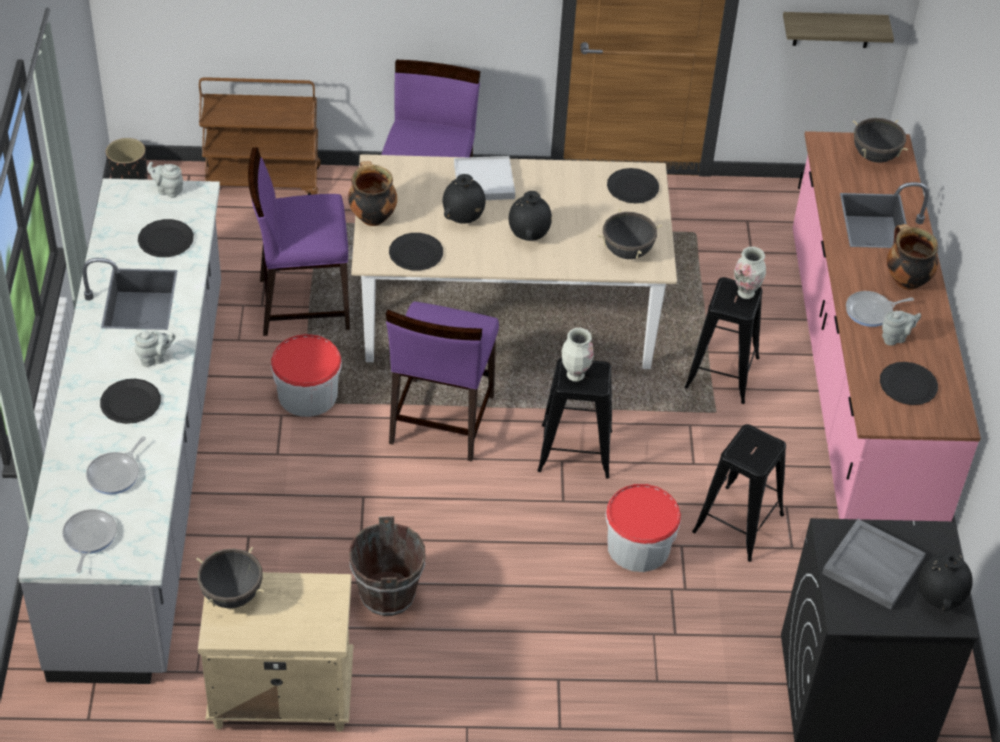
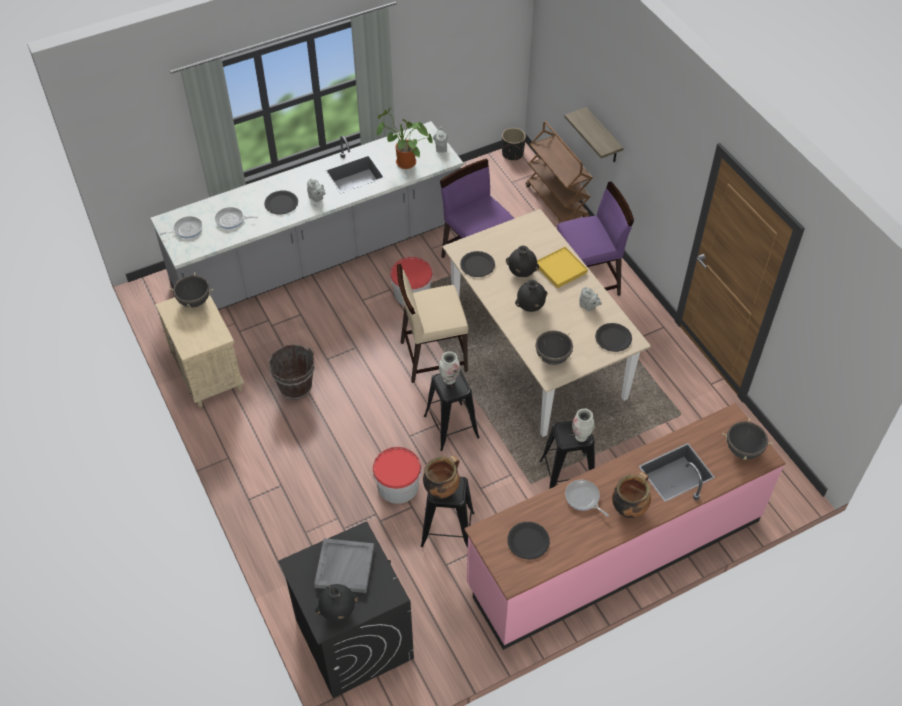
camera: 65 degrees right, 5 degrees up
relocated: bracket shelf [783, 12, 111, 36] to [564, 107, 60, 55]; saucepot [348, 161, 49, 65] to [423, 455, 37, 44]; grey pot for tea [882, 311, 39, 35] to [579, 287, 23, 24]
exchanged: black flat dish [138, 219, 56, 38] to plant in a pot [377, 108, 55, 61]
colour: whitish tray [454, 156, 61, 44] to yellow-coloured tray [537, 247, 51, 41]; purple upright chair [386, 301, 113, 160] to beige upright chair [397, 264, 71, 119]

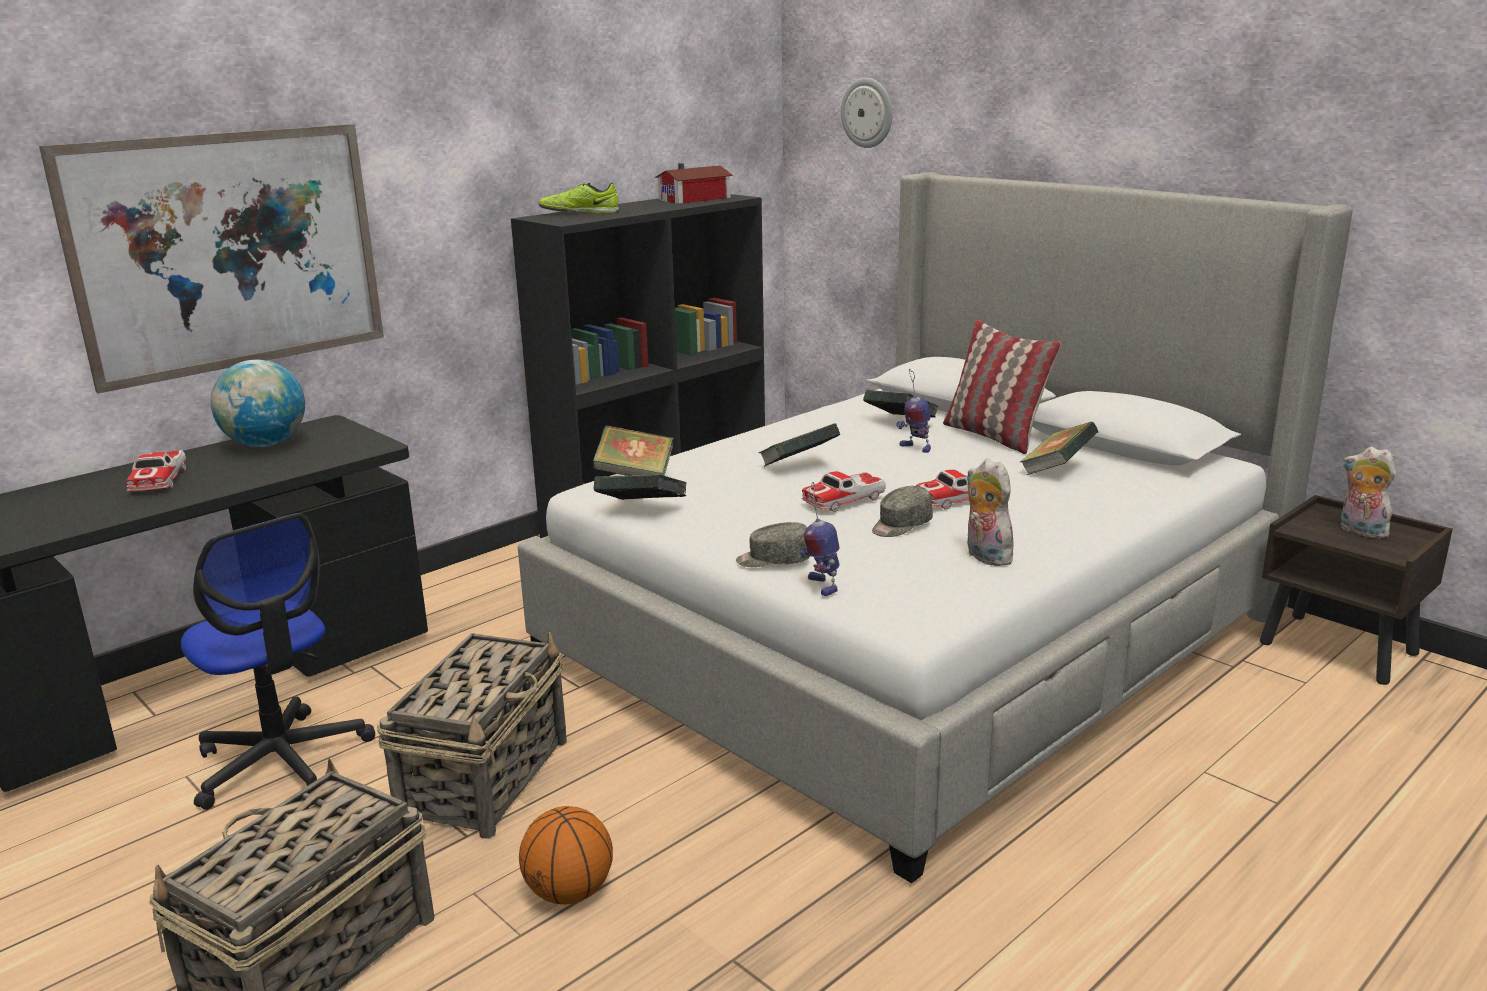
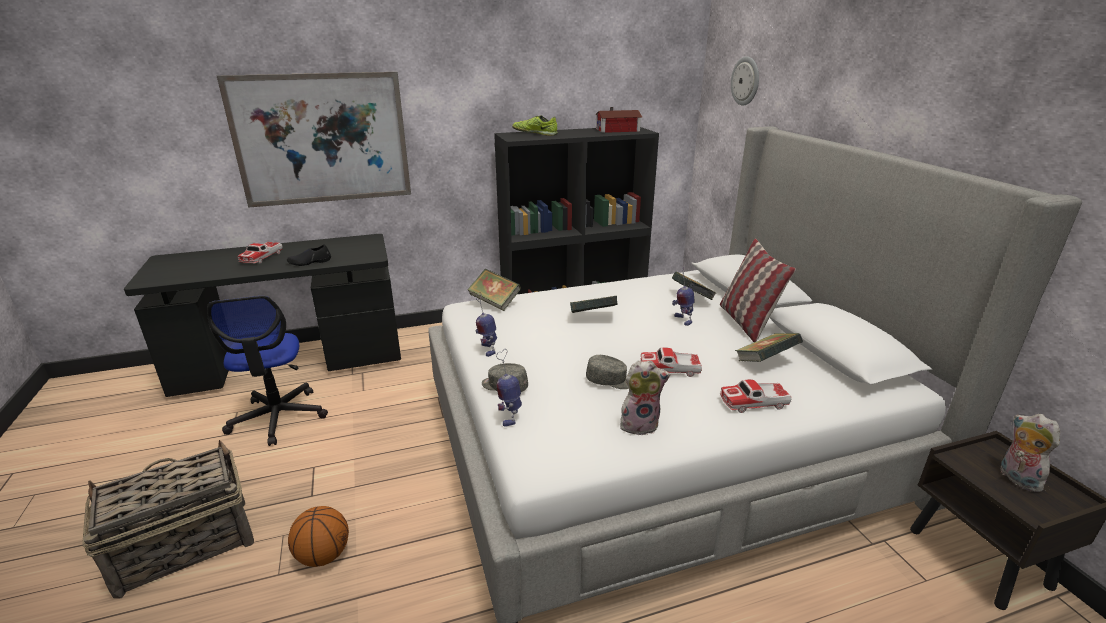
camera: 25 degrees right, 5 degrees up
missing: globe [211, 360, 94, 87]; bound book [594, 475, 93, 25]; storage basket [377, 632, 190, 207]
appeared: black low shoe [287, 244, 44, 22]; toy robot [476, 292, 21, 65]
relocated: toy car [802, 471, 84, 41] to [720, 379, 72, 34]
spun: soft toy [966, 458, 50, 108] = [620, 360, 50, 76] 90 degrees clockwise; grey cap [872, 486, 61, 51] = [586, 355, 43, 34] 150 degrees counterclockwise

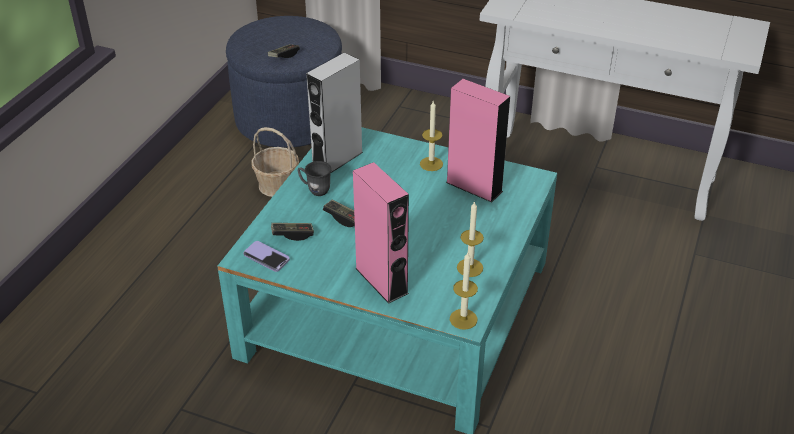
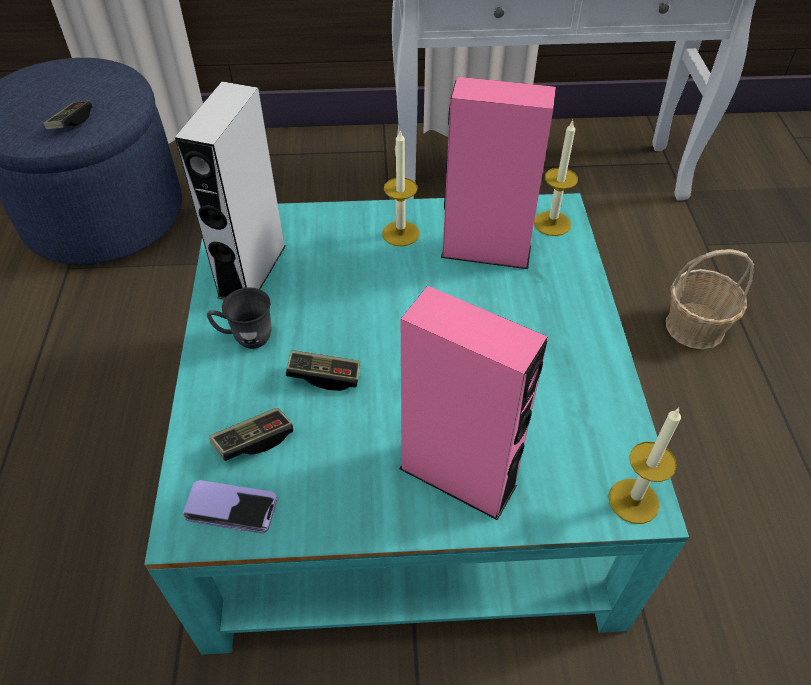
camera: 25 degrees left, 10 degrees up
relocated: storage basket [251, 127, 48, 70] to [666, 249, 88, 100]; wax light [457, 201, 27, 76] to [534, 120, 44, 116]

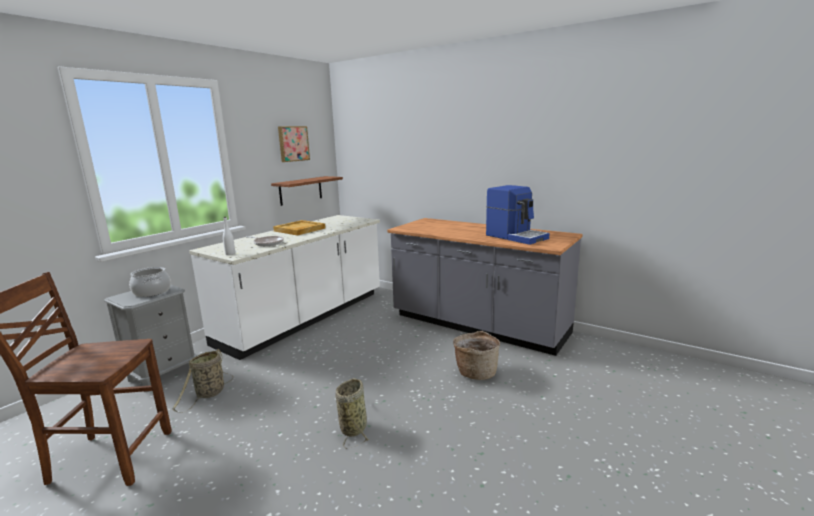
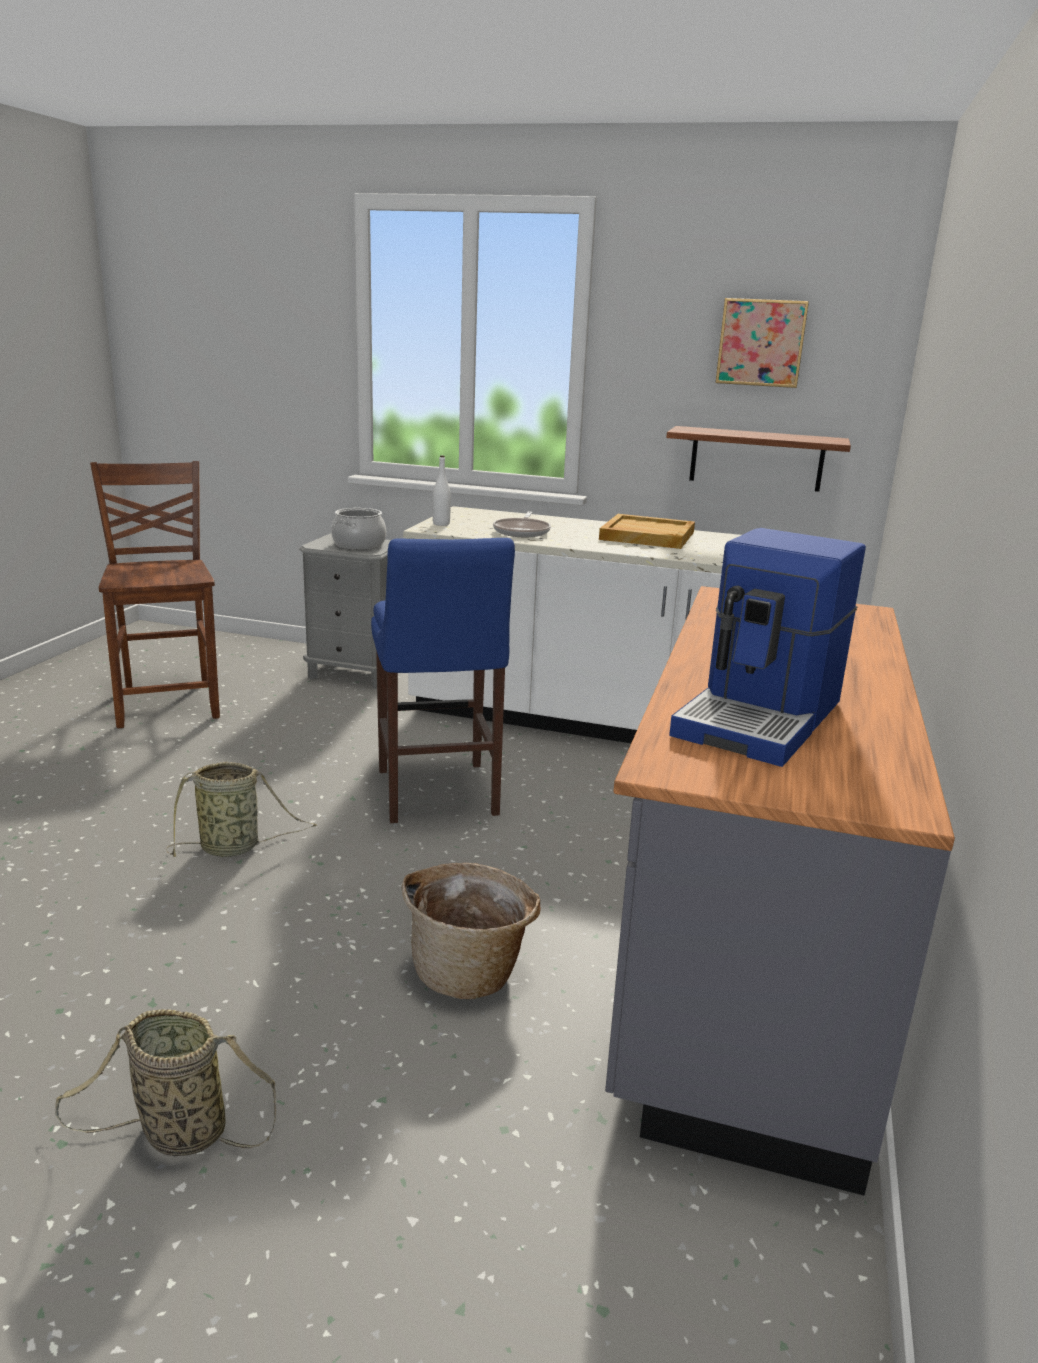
camera: 70 degrees right, 5 degrees up
appeared: blue-coloured stool seat [371, 538, 144, 285]
relocated: storage basket [172, 349, 61, 64] to [55, 1009, 221, 147]

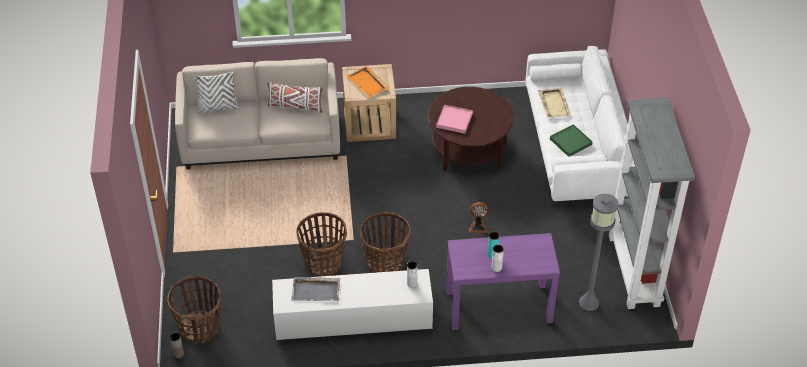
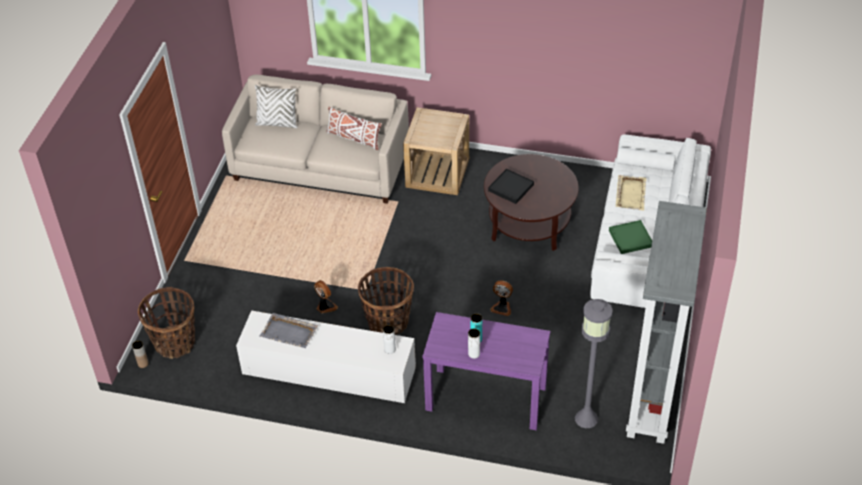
camera: 20 degrees right, 0 degrees up
missing: orange tray [346, 66, 44, 32]
exchanged: storage basket [297, 212, 50, 65] to cooling fan [314, 280, 24, 34]
colour: pink-coloured tray [436, 105, 37, 29] to black tray [488, 169, 46, 35]

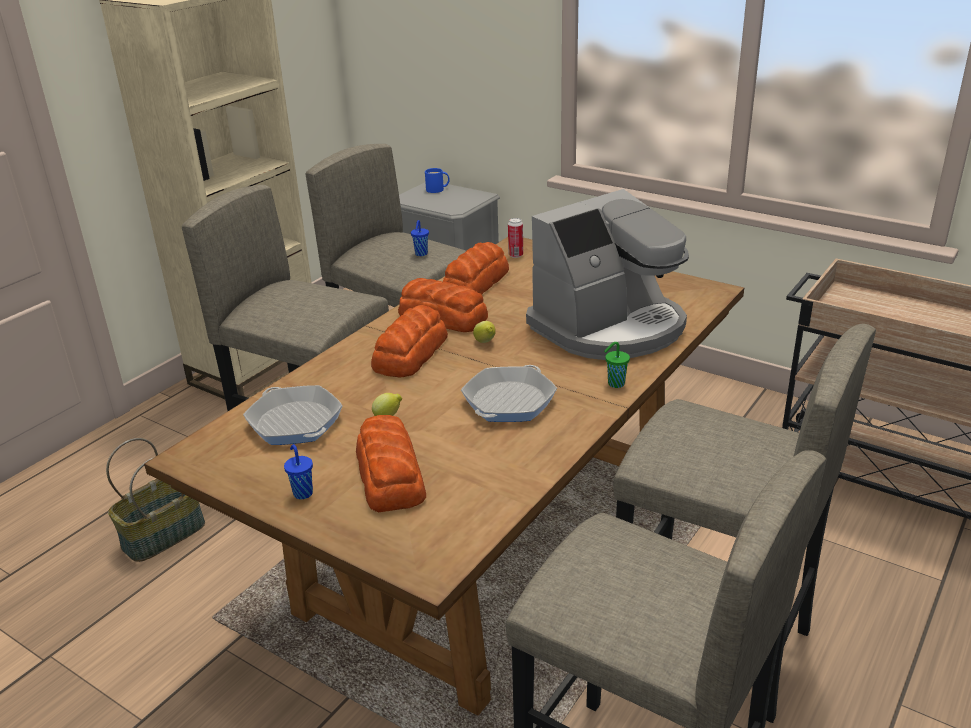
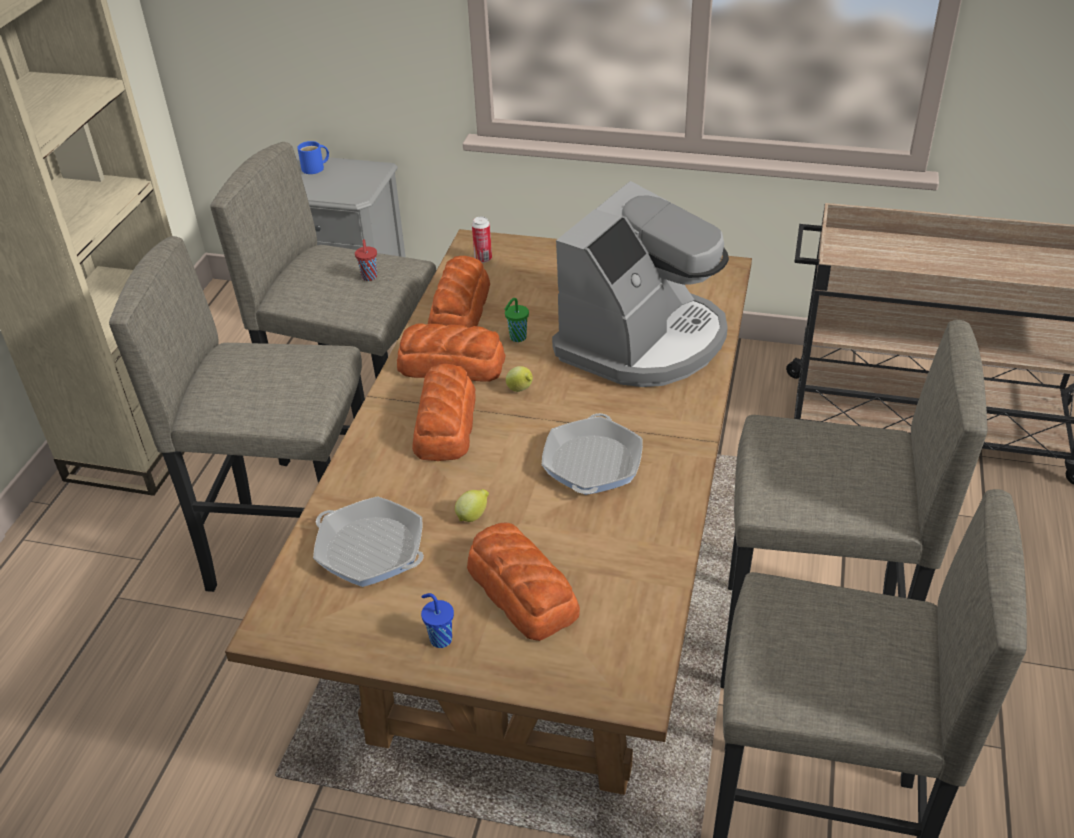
camera: 20 degrees left, 10 degrees up
missing: storage basket [106, 438, 99, 124]
relocated: greenish small cup [604, 342, 26, 46] to [504, 298, 25, 44]
colour: blue-coloured small cup [411, 220, 18, 36] to reddish small cup [355, 239, 22, 42]

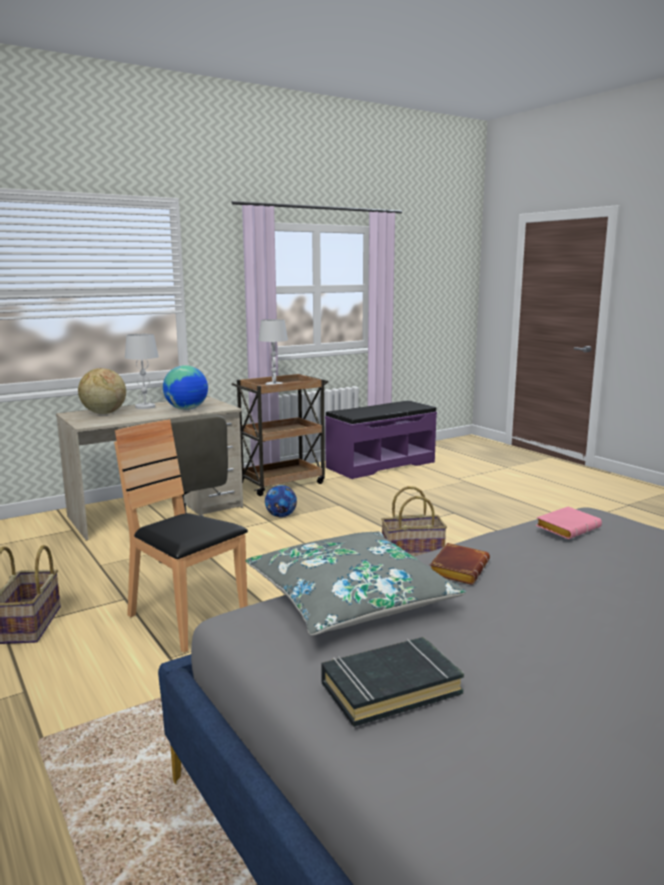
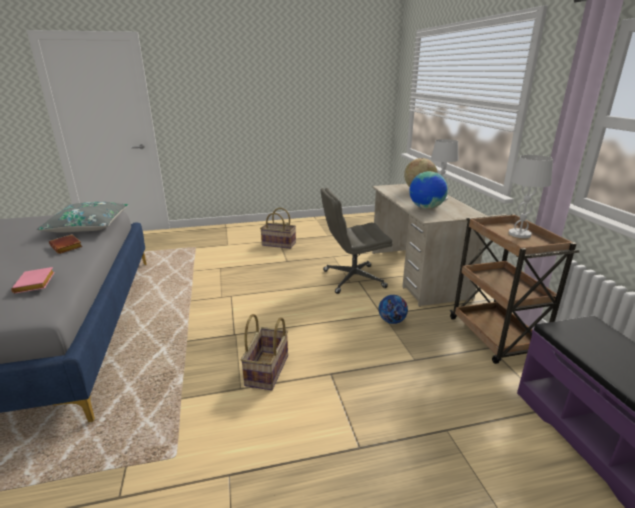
camera: 110 degrees right, 10 degrees up
missing: brownish upright chair [114, 419, 134, 234]; black bound book [321, 637, 143, 90]

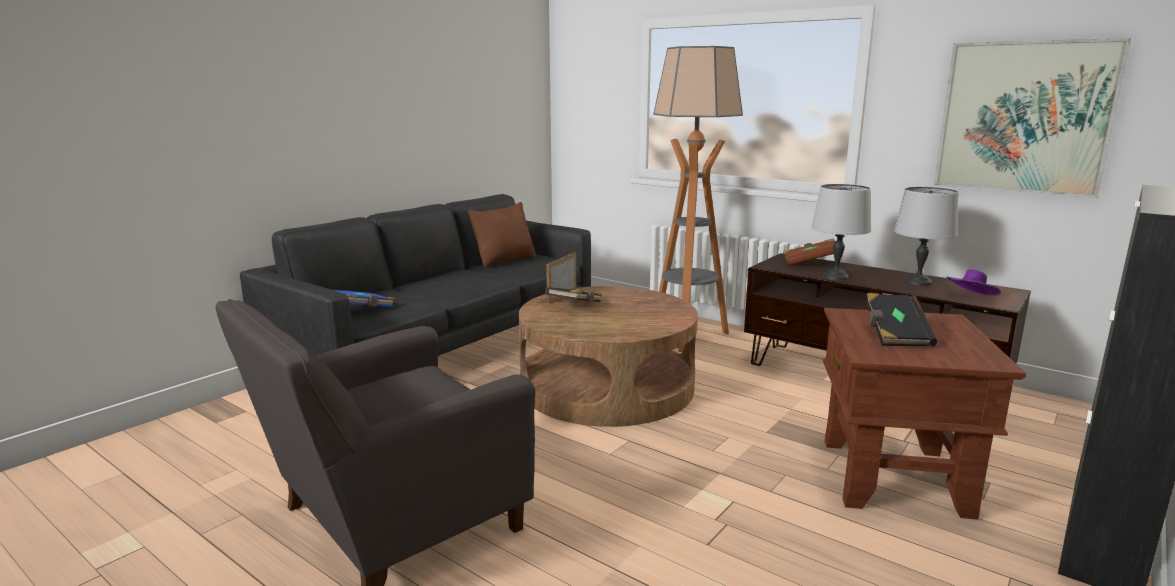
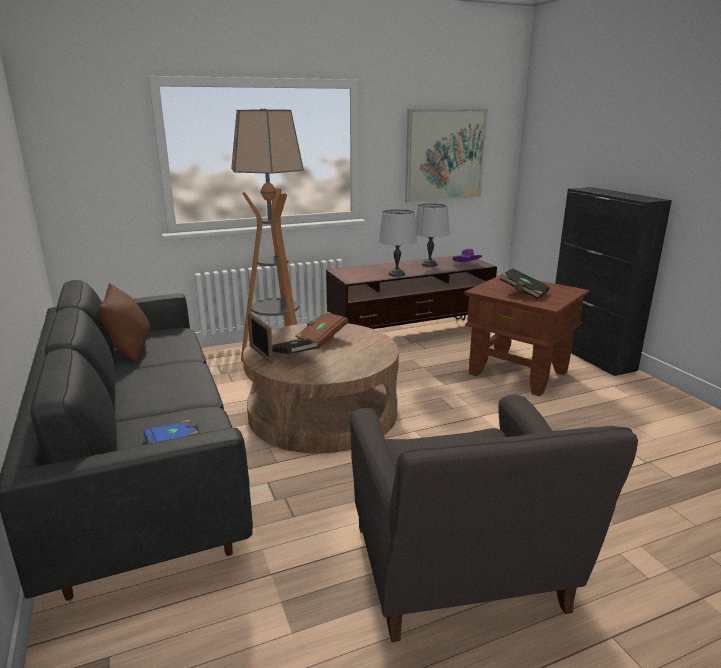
camera: 60 degrees left, 5 degrees up
relocated: brownish bound book [783, 238, 52, 27] to [295, 311, 54, 37]

